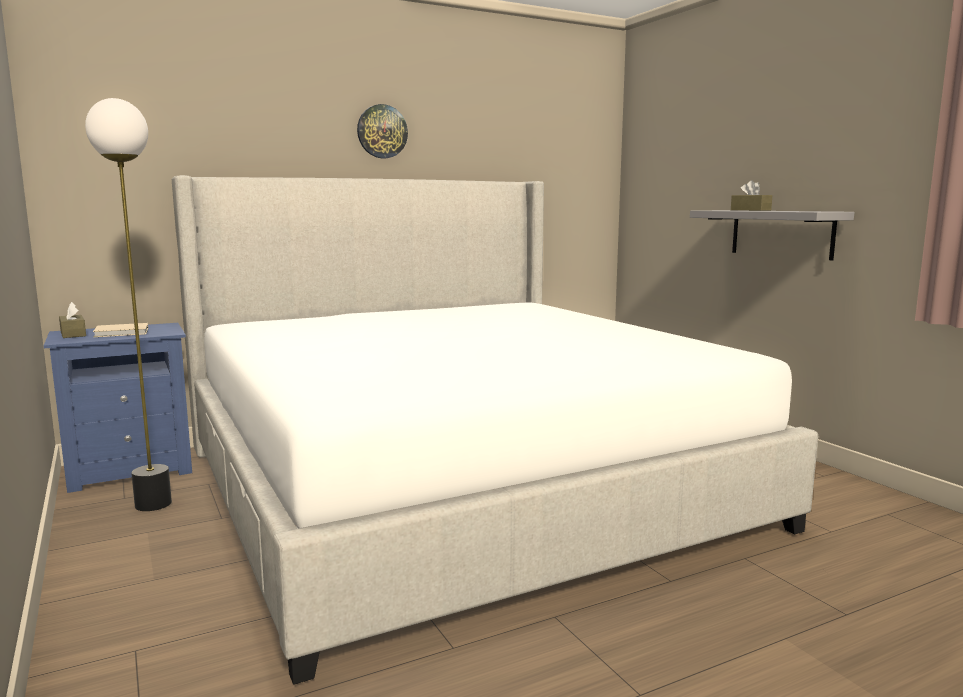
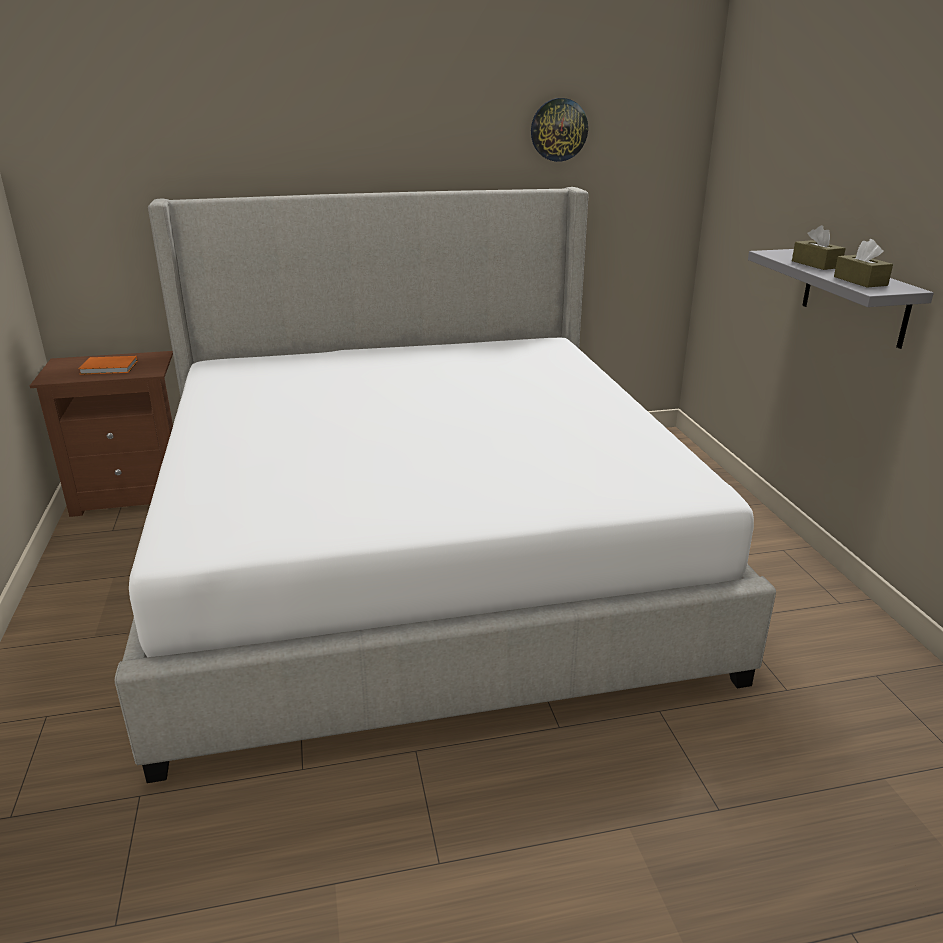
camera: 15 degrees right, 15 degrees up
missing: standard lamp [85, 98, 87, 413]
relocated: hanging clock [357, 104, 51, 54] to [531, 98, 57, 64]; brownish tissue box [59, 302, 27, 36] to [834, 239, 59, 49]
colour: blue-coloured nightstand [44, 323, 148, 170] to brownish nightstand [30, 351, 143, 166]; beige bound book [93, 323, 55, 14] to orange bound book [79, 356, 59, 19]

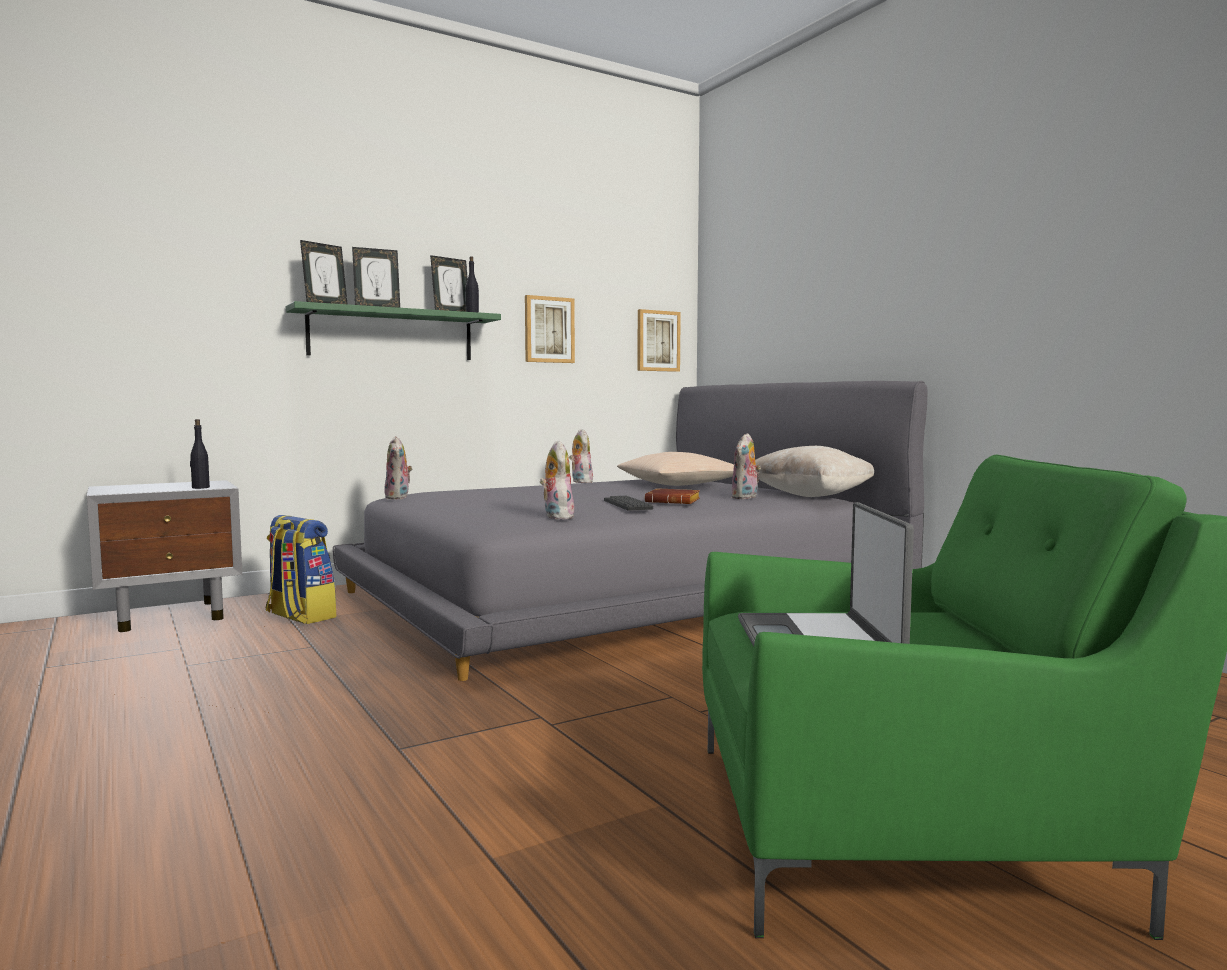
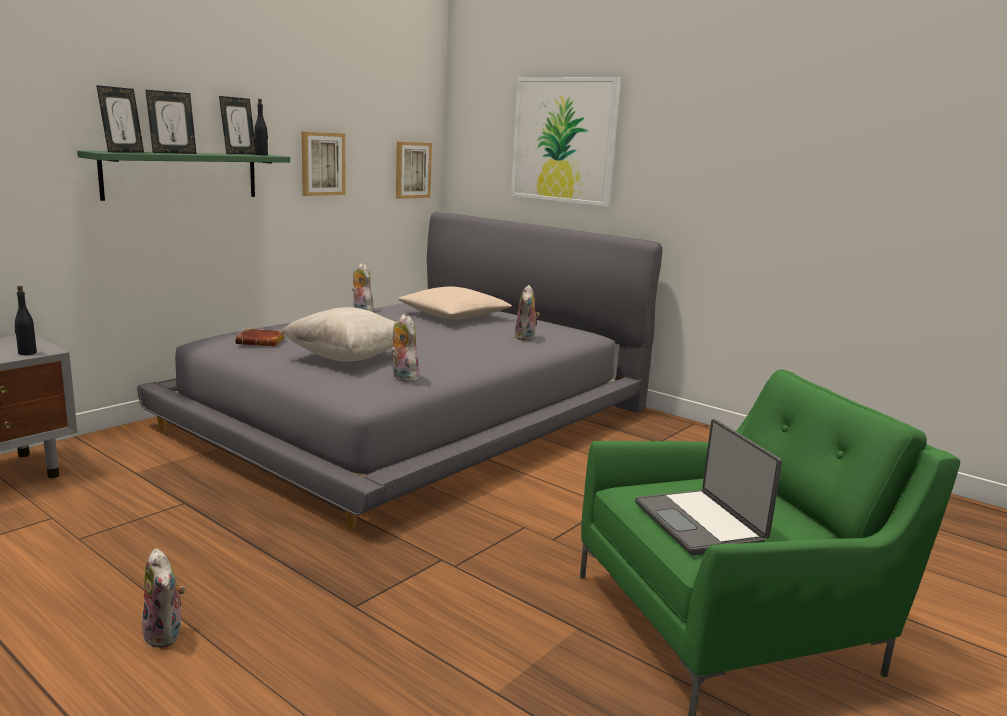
camera: 20 degrees left, 10 degrees up
missing: PC keyboard [604, 496, 49, 15]; backpack [266, 515, 70, 109]
appeared: wall art [511, 77, 110, 130]
relocated: soft toy [385, 436, 27, 63] to [142, 548, 43, 100]; beige cushion [755, 446, 119, 51] to [281, 307, 114, 55]; brownish bound book [645, 488, 55, 16] to [235, 329, 50, 17]

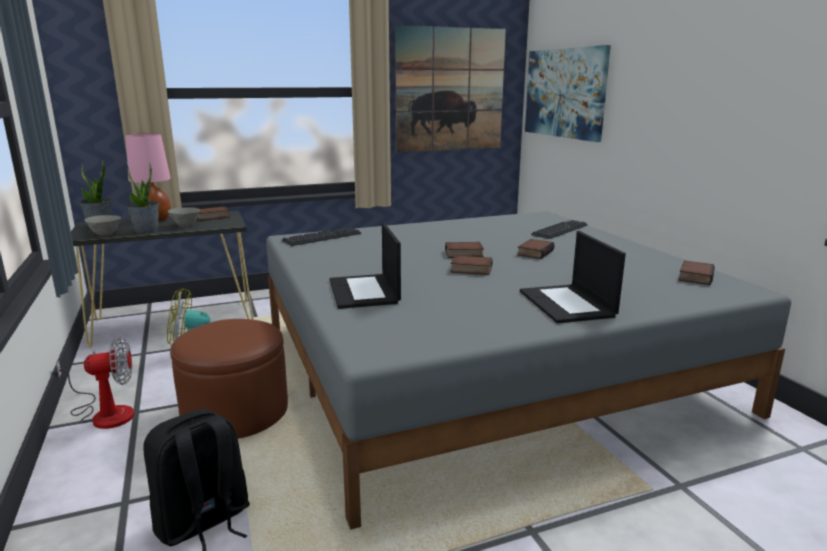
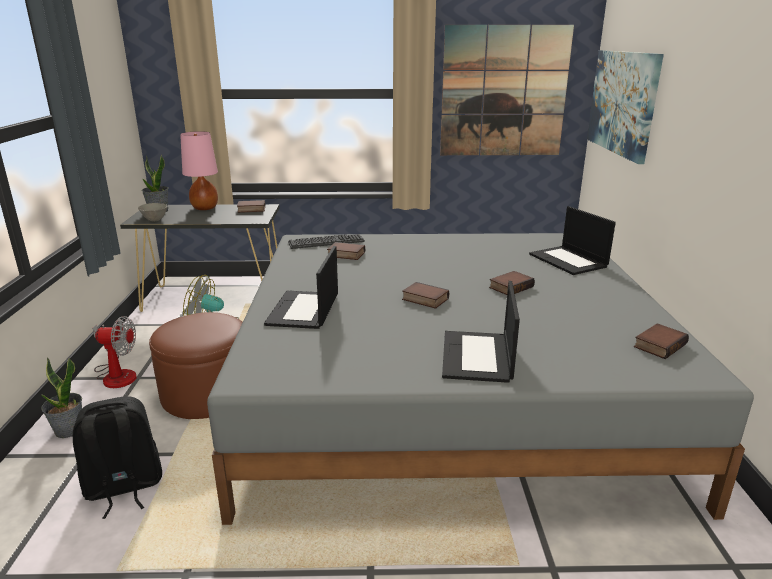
camera: 20 degrees right, 5 degrees up
missing: grey bowl [168, 207, 32, 19]
relocated: plant in a pot [126, 163, 33, 71] to [41, 358, 41, 80]; bound book [445, 242, 39, 16] to [327, 242, 38, 18]
exchanged: PC keyboard [531, 220, 57, 19] to laptop [529, 206, 87, 69]

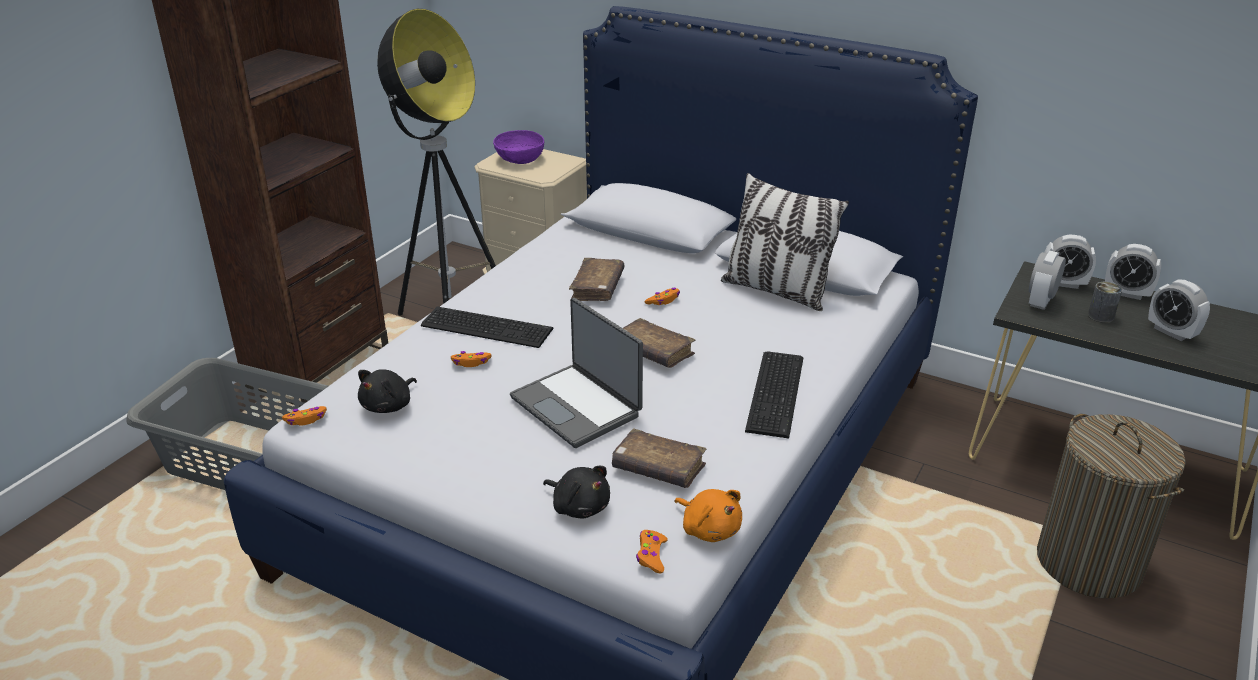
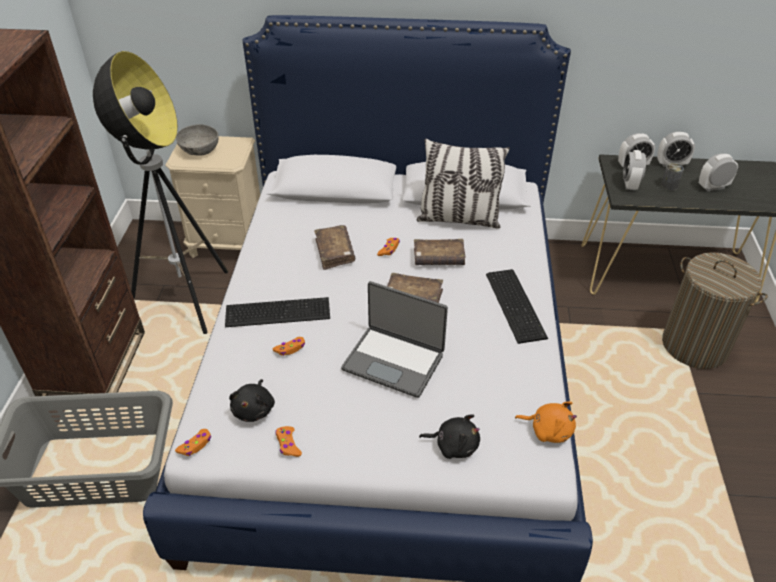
camera: 25 degrees left, 10 degrees up
relocated: brownish bound book [612, 428, 94, 60] to [414, 239, 51, 26]; orange game controller [636, 530, 32, 43] to [275, 426, 27, 31]
colour: purple bowl [493, 130, 51, 34] to grey bowl [176, 124, 43, 32]
spun: bedside clock [1148, 279, 62, 62] = [699, 154, 39, 38] 135 degrees clockwise

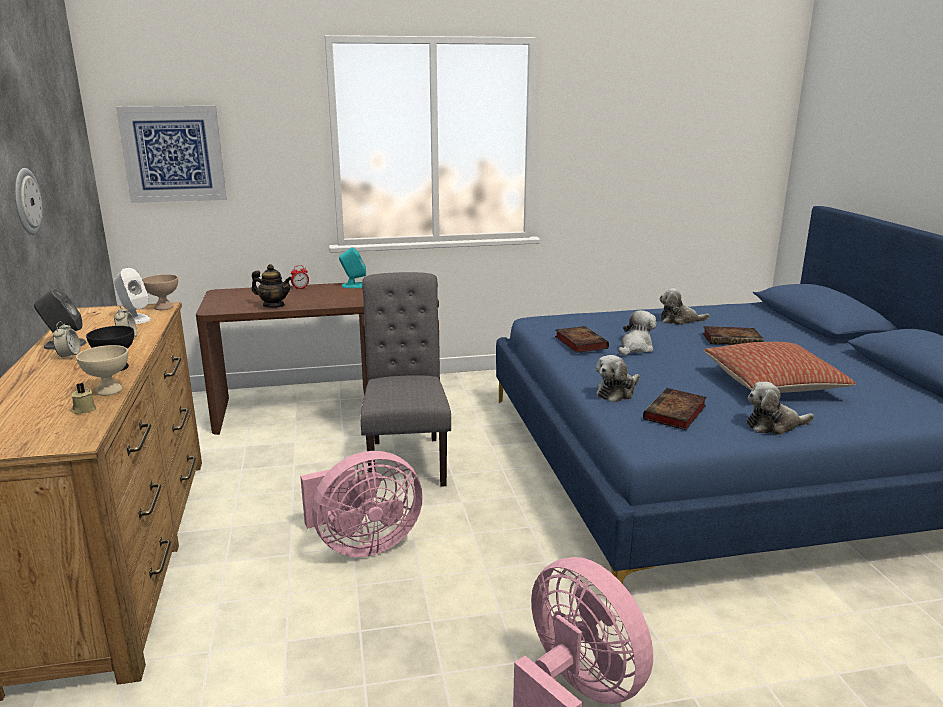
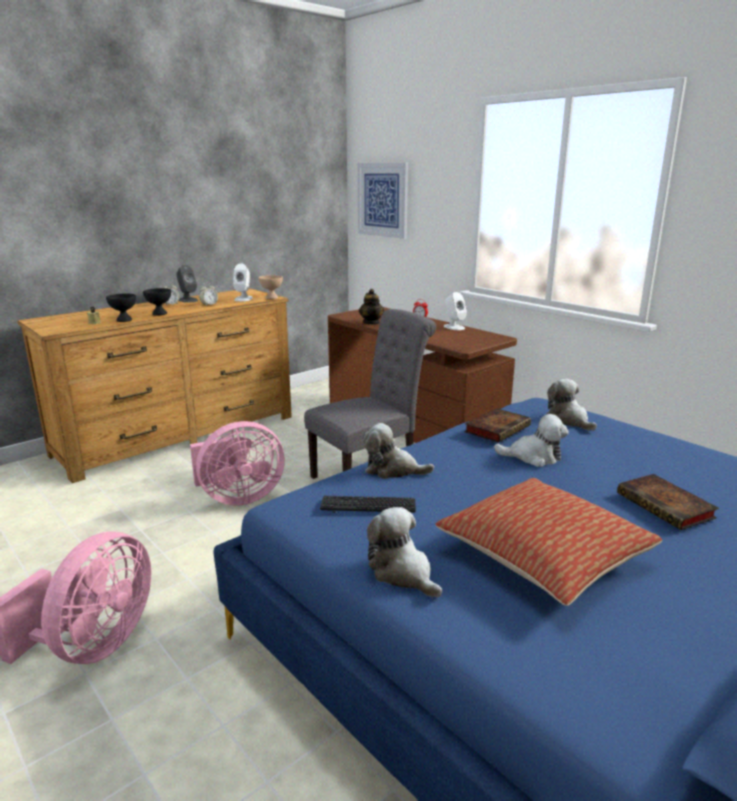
camera: 60 degrees right, 0 degrees up
missing: hanging clock [15, 168, 28, 67]
relocated: soft toy [659, 288, 50, 37] to [547, 379, 50, 52]
exchanged: bound book [643, 388, 64, 42] to PC keyboard [320, 496, 96, 17]
colour: turquoise-coloured loudspeaker [339, 247, 27, 41] to whitish loudspeaker [444, 292, 23, 38]; beige bowl [76, 345, 52, 51] to black bowl [106, 294, 30, 28]
spun: pink-coloured cooling fan [300, 451, 123, 106] = [190, 421, 95, 84] 60 degrees counterclockwise

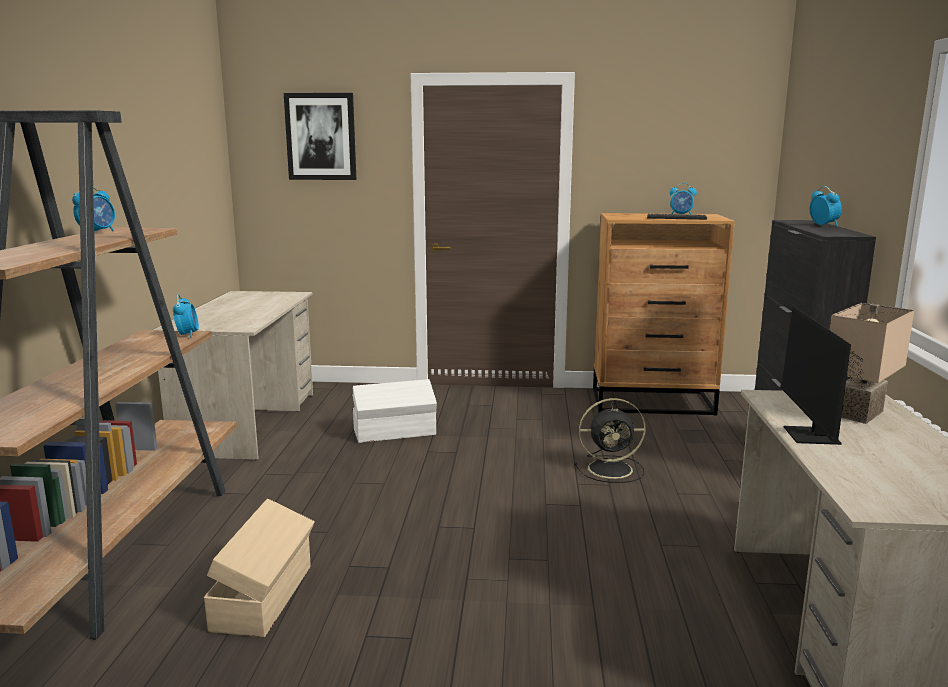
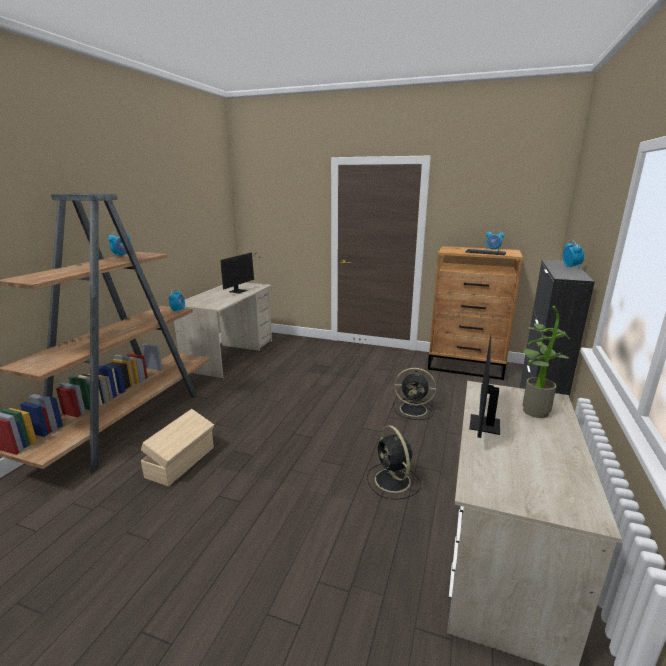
camera: 15 degrees right, 5 degrees up
missing: wall art [284, 93, 72, 87]; whitish storage container [352, 379, 85, 64]
appeared: computer display [220, 252, 37, 41]; black cooling fan [367, 425, 54, 75]
exchanged: beige tabletop lamp [830, 303, 84, 121] to plant in a pot [523, 306, 47, 112]

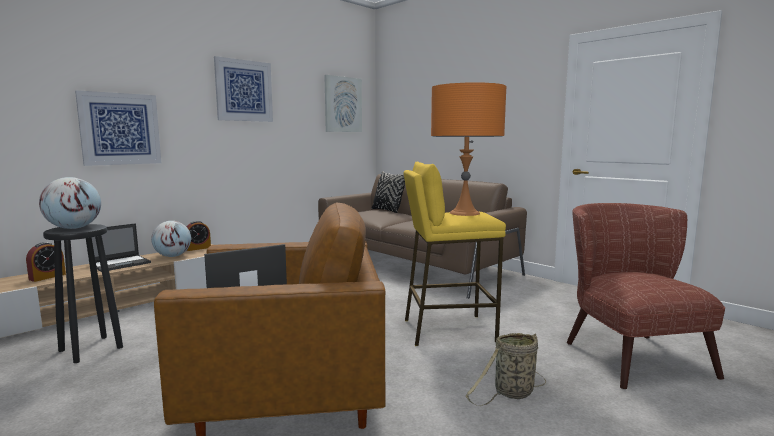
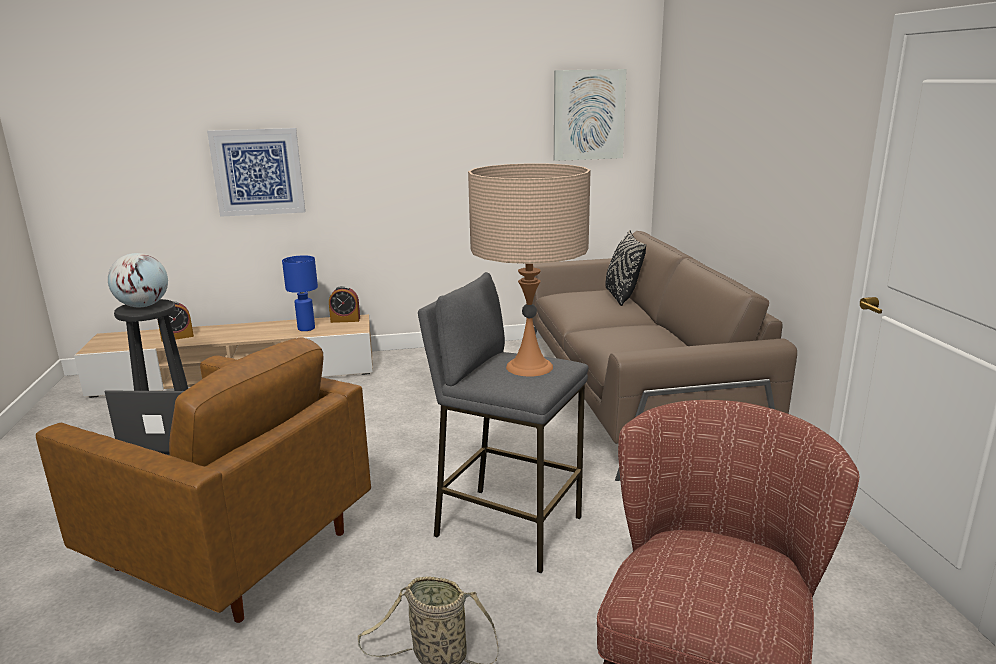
camera: 35 degrees right, 10 degrees up
missing: wall art [214, 56, 59, 66]; laptop [92, 223, 59, 49]
exchanged: globe [151, 221, 40, 36] to blue-coloured tabletop lamp [282, 255, 36, 76]
colour: orange tabletop lamp [431, 83, 75, 133] to beige tabletop lamp [468, 163, 123, 214]; yellow-coloured stool seat [404, 162, 102, 184] to grey stool seat [418, 272, 171, 301]

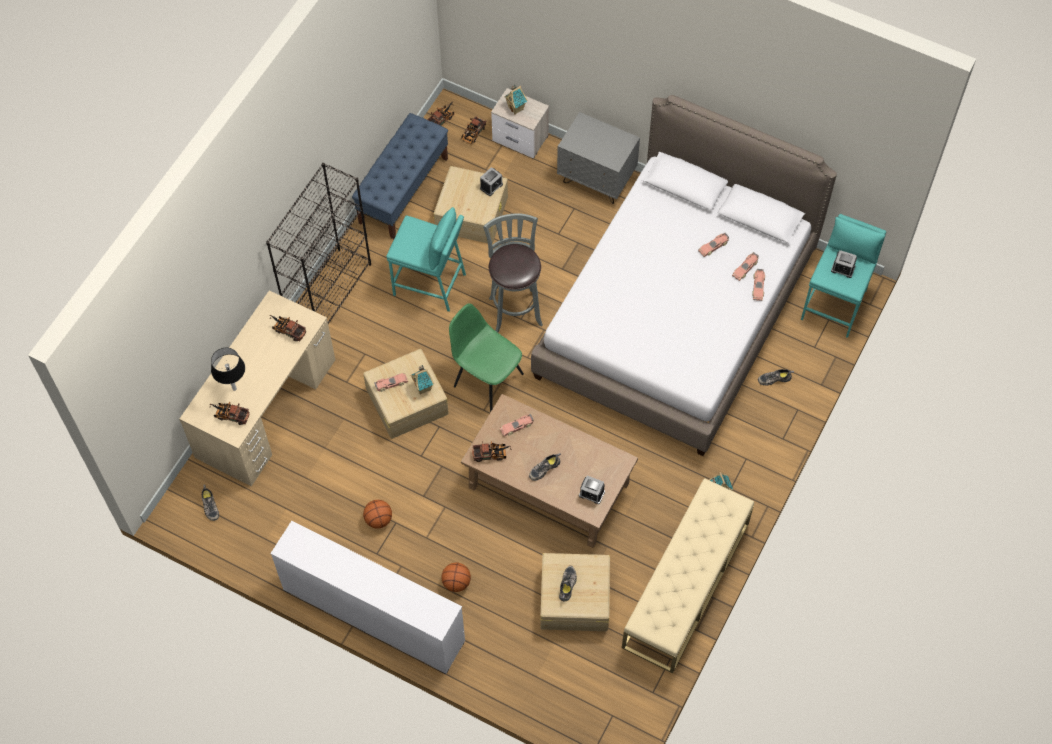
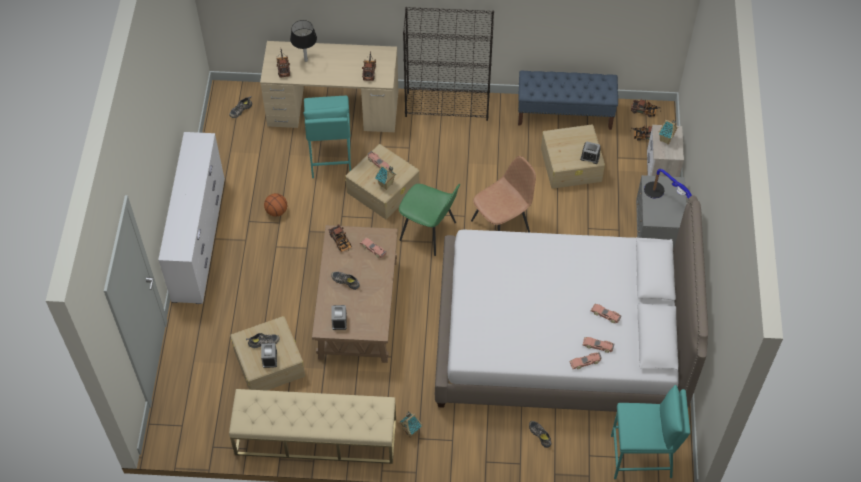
camera: 65 degrees right, 5 degrees down
missing: basketball [441, 562, 30, 30]
appeared: tabletop lamp [644, 169, 48, 30]
relocated: turquoise-coloured stool seat [386, 207, 80, 105] to [303, 96, 48, 82]; bedside clock [831, 250, 26, 28] to [261, 343, 16, 25]
exchanged: grey stool seat [483, 213, 60, 119] to brownish upright chair [471, 156, 65, 77]
spun: greenish upright chair [449, 303, 75, 109] = [399, 184, 61, 72] 105 degrees clockwise

